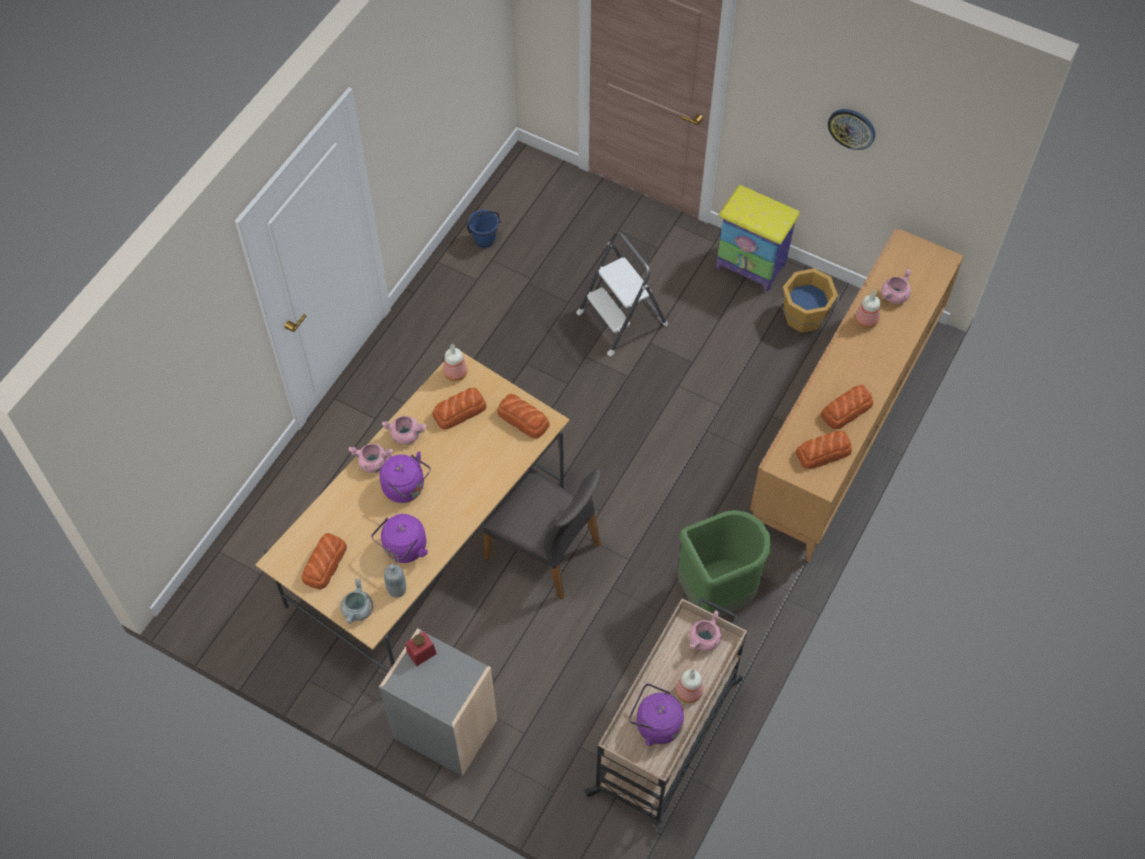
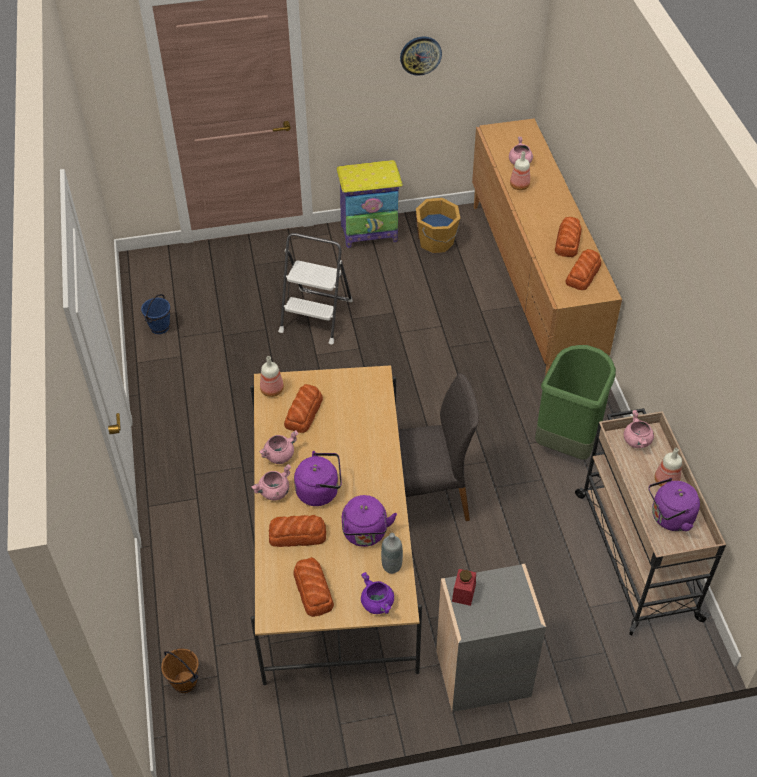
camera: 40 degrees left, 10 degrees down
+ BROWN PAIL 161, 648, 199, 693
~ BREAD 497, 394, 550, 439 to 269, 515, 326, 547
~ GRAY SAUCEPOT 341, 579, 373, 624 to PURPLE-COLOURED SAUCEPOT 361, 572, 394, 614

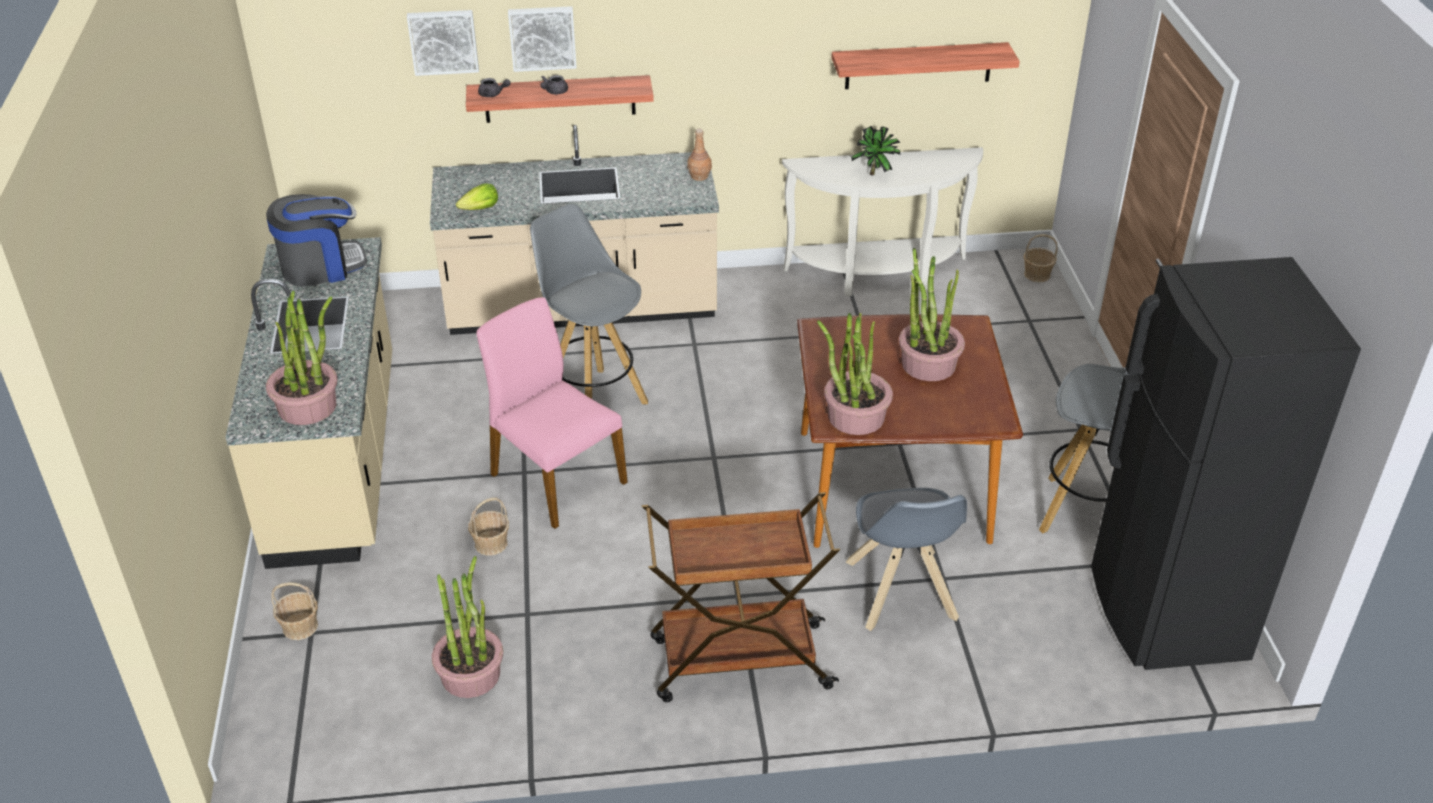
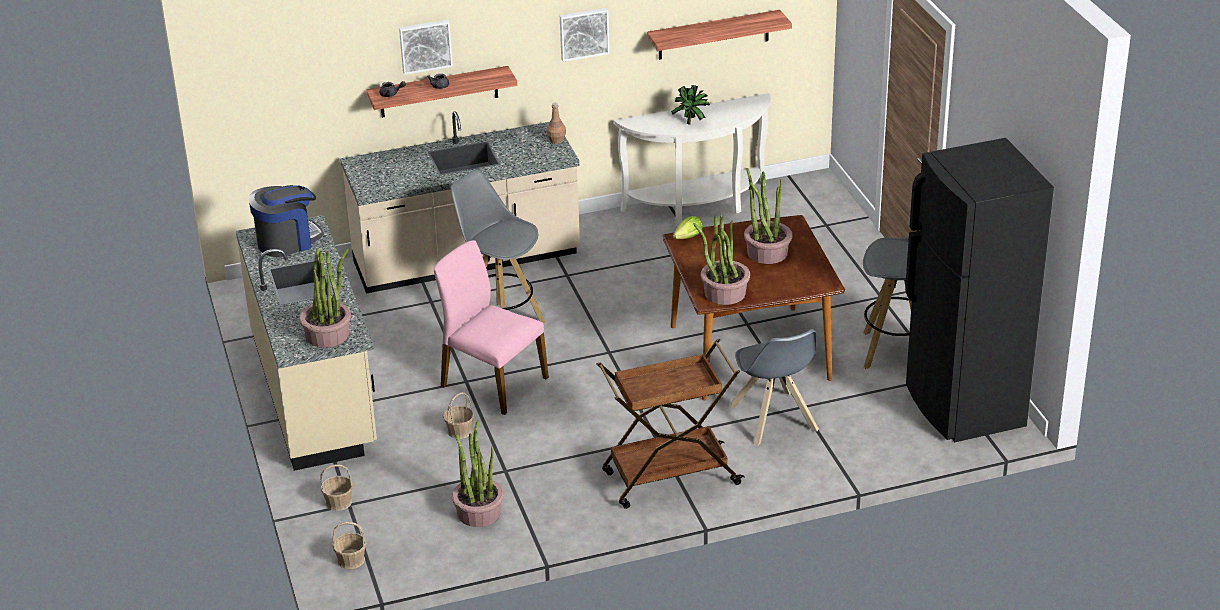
camera: 10 degrees left, 5 degrees down
~ PICTURE 407, 10, 479, 76 to 560, 8, 610, 62
~ HEAD OF LETTUCE 456, 183, 498, 210 to 673, 216, 703, 239
~ BASKET 1023, 234, 1057, 282 to 332, 522, 366, 569

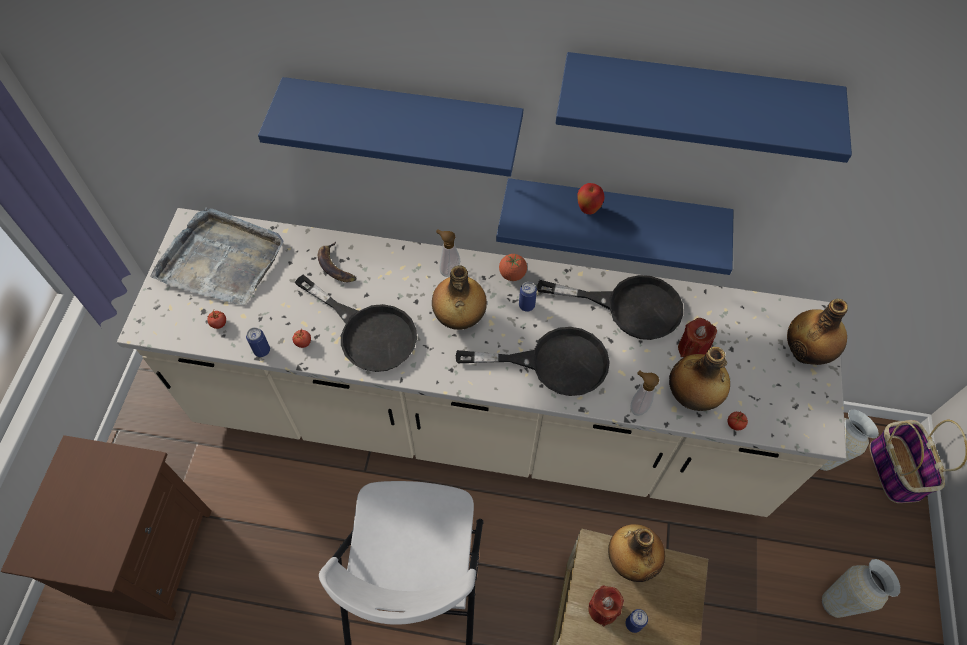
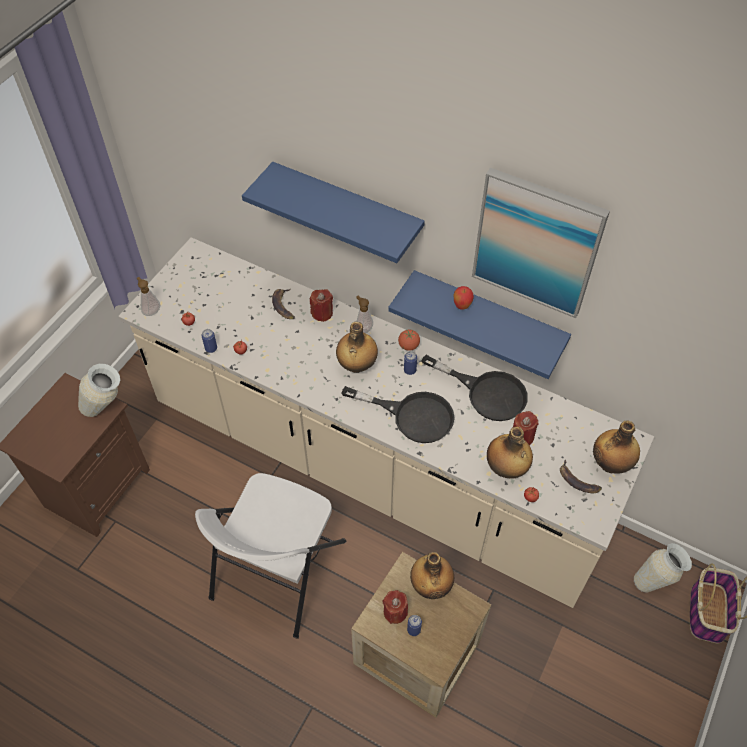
camera: 20 degrees right, 5 degrees down
- GRAY TRAY 150, 208, 284, 305
- BLACK-COLOURED SKILLET 295, 275, 417, 372
+ RED WAX LIGHT 310, 289, 333, 322
+ BANANA 560, 459, 602, 493
~ SOAP BOTTLE 630, 370, 659, 416 to 137, 277, 160, 316
~ DECORATIVE VASE 822, 559, 900, 618 to 78, 364, 120, 417
~ BLUE SHELF 556, 52, 852, 163 to PICTURE 472, 168, 610, 318

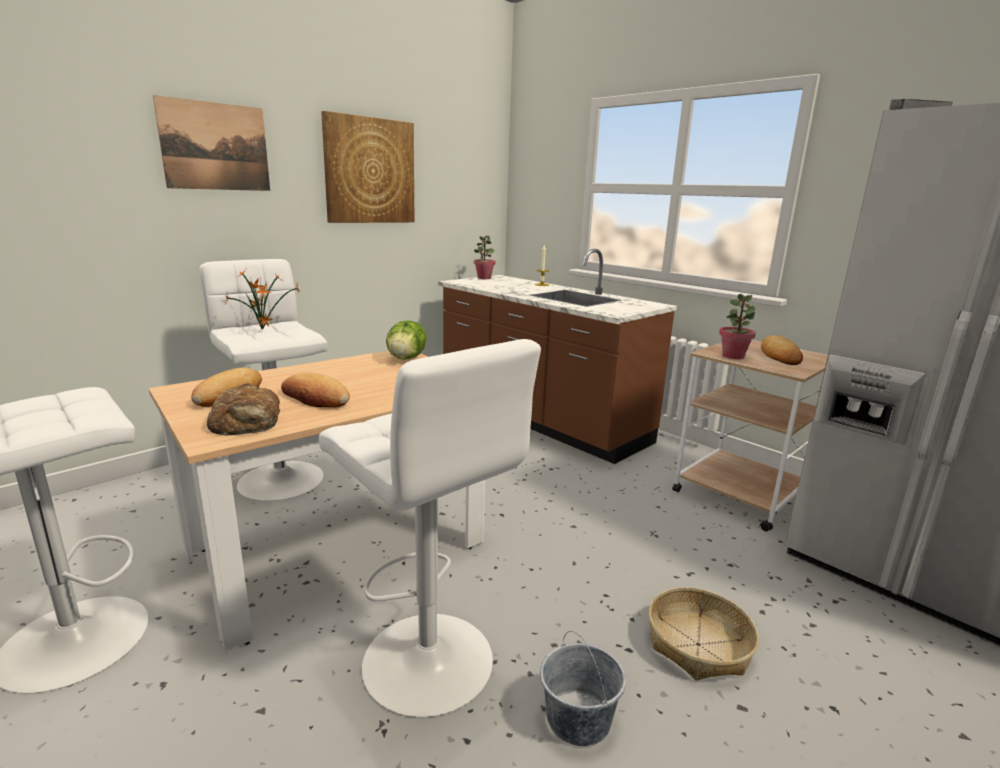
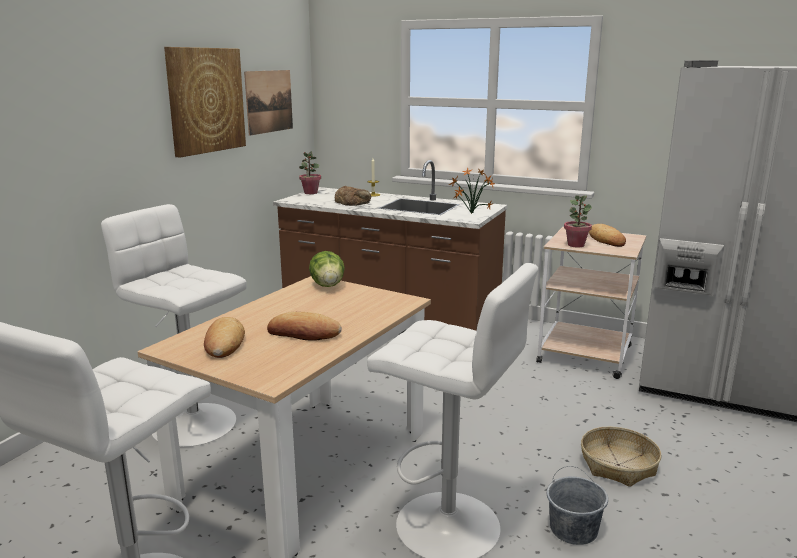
camera: 20 degrees left, 0 degrees up
~ PICTURE 153, 95, 270, 191 to 244, 70, 293, 136
~ BREAD 207, 383, 280, 436 to 335, 186, 371, 206
~ HOUSEPLANT 226, 269, 300, 330 to 449, 167, 494, 214

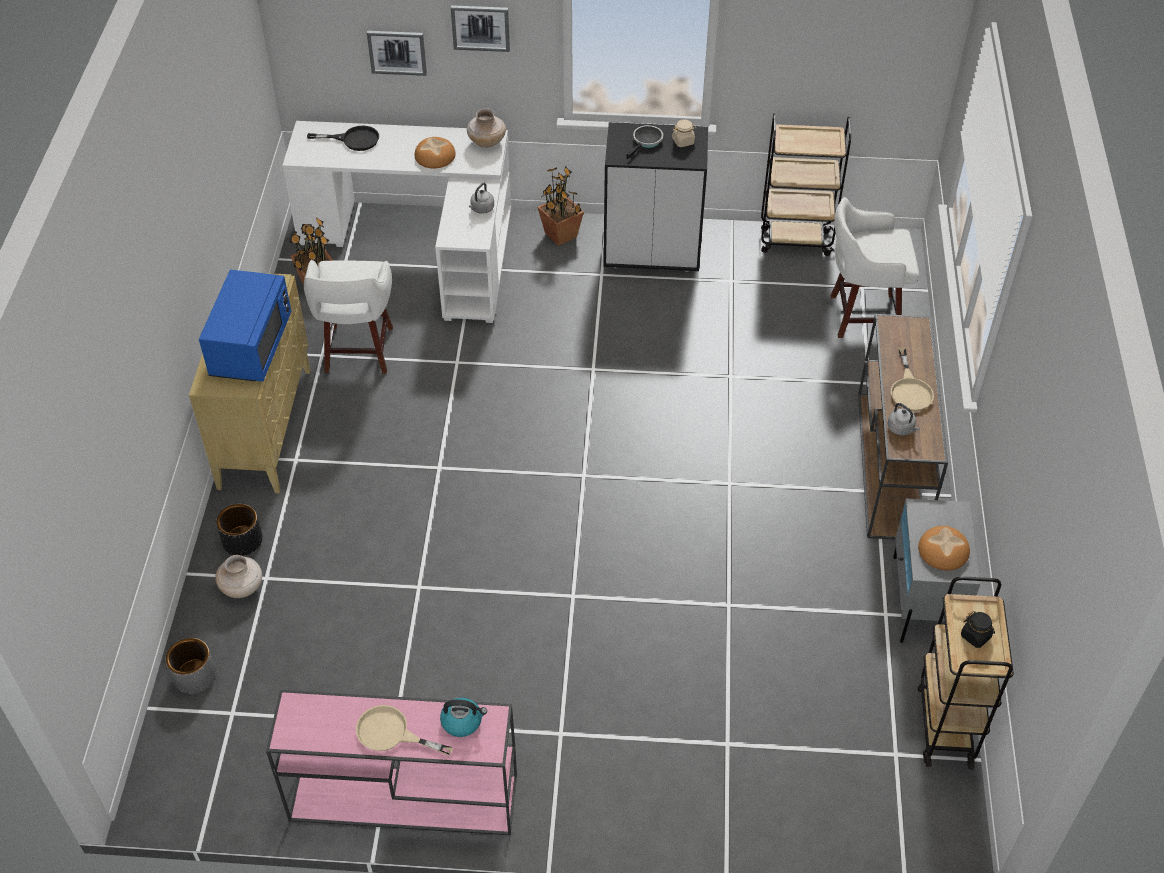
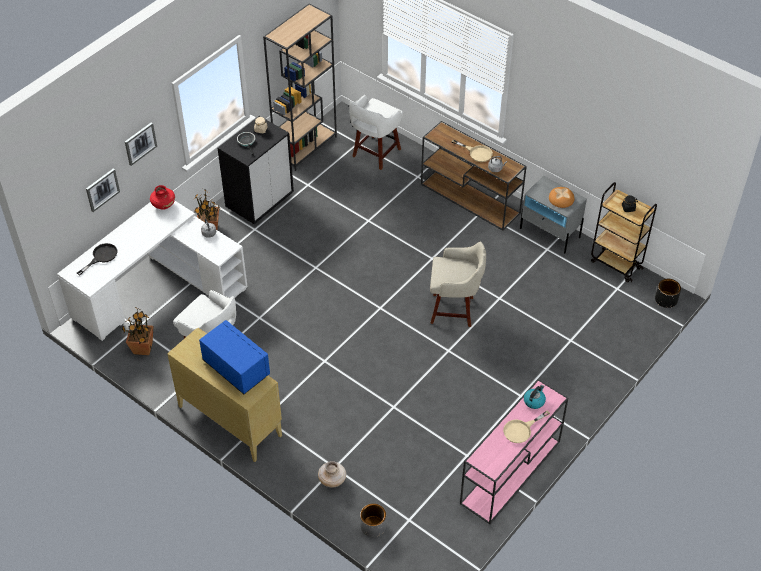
camera: 55 degrees left, 0 degrees up
- BREAD 415, 137, 456, 168
+ BEIGE STOOL 430, 242, 486, 327
~ BLACK-COLOURED FLOWER POT 216, 504, 263, 556 to 655, 279, 681, 308
~ BROWN CART 761, 114, 851, 256 to SHELVING UNIT 263, 4, 337, 171
~ BEIGE DECORATIVE VASE 467, 108, 506, 148 to RED DECORATIVE VASE 150, 185, 175, 210

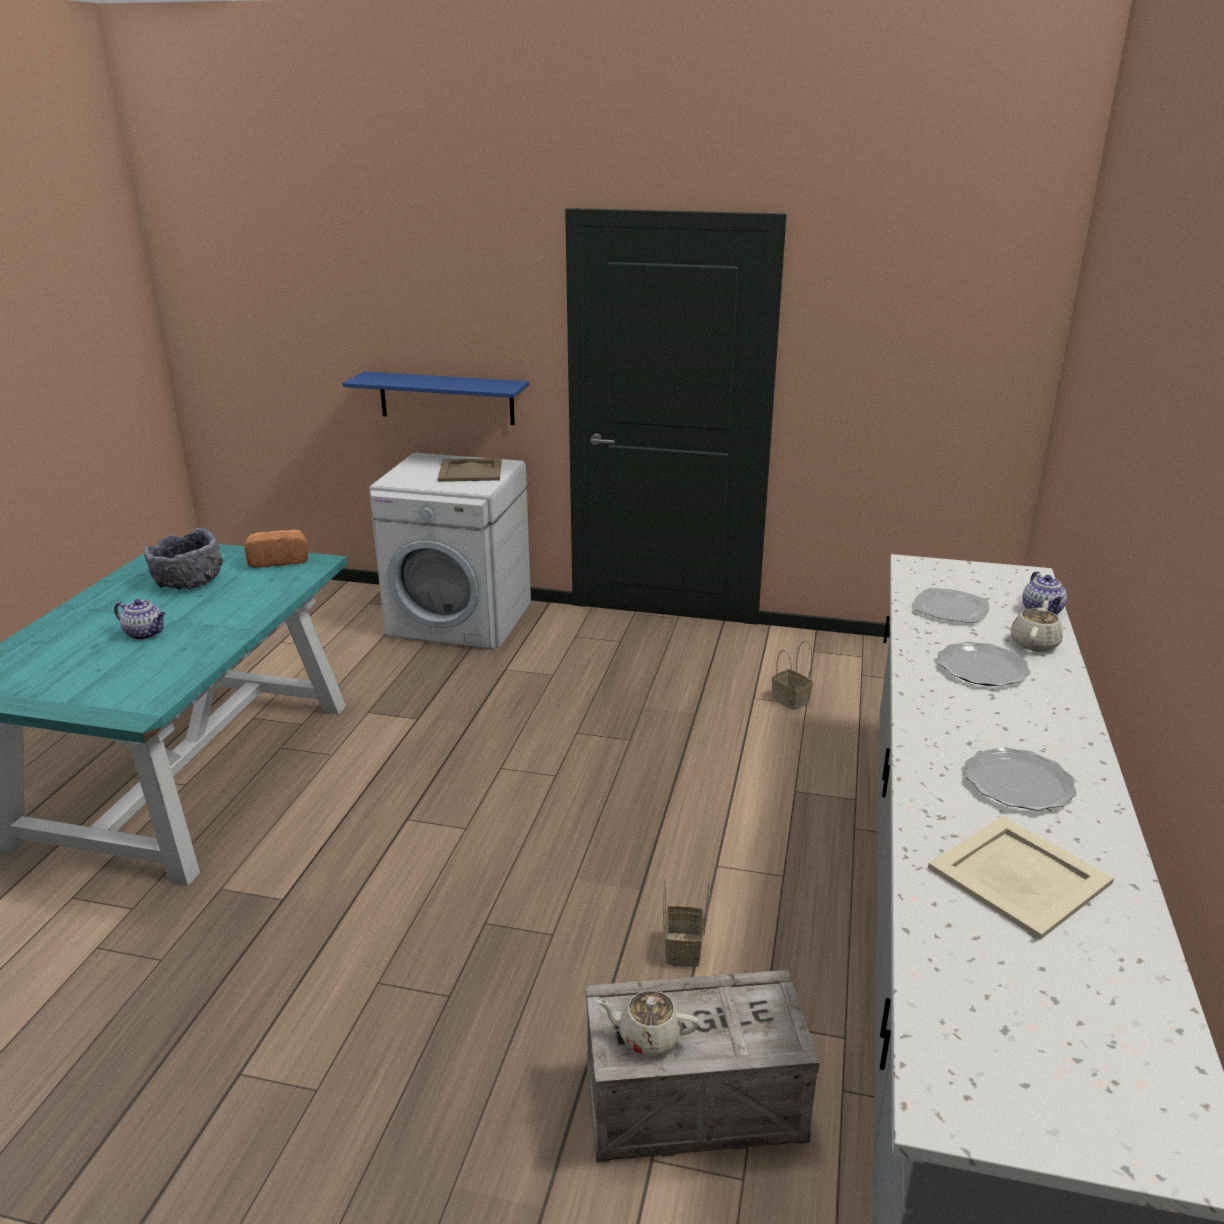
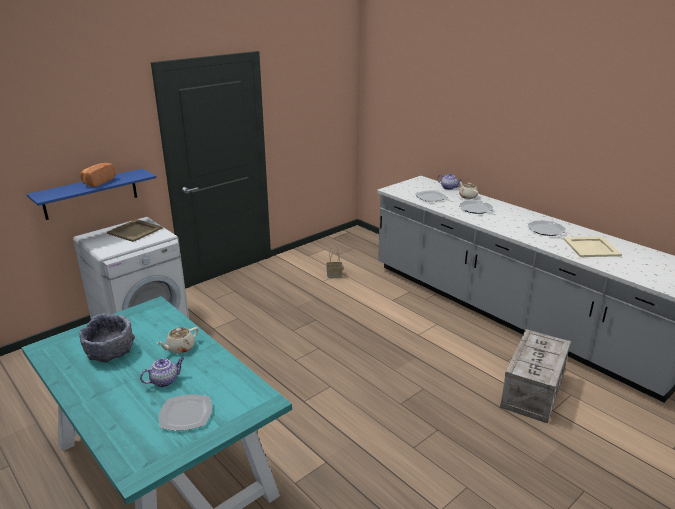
camera: 55 degrees left, 0 degrees up
- BASKET 663, 878, 710, 966
+ PLATE 159, 394, 212, 431
~ BREAD 244, 530, 308, 568 to 80, 163, 115, 187
~ BEIGE TEAPOT 597, 991, 699, 1055 to 156, 327, 199, 354

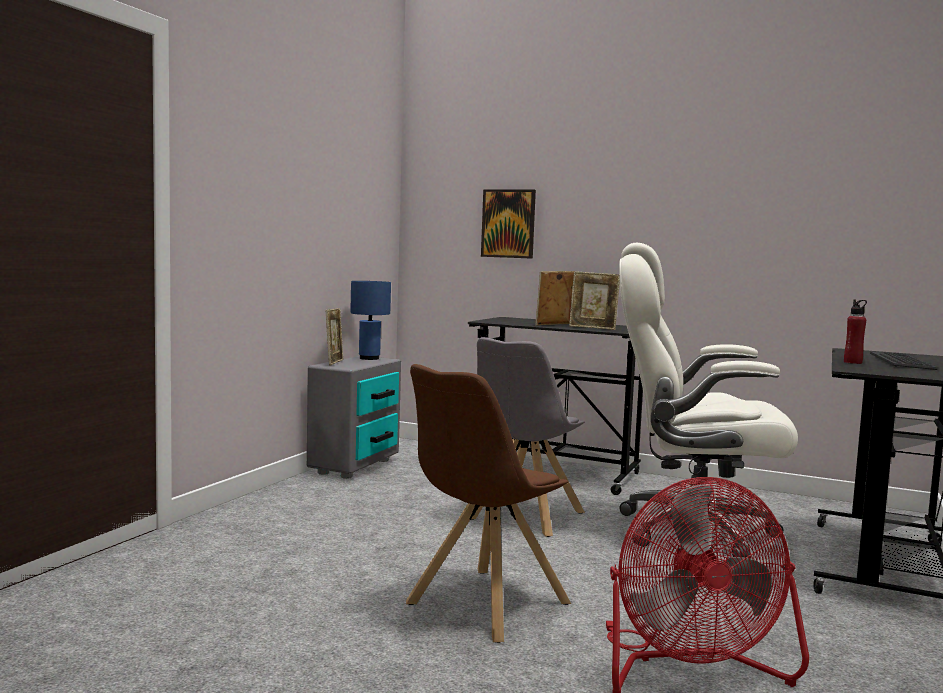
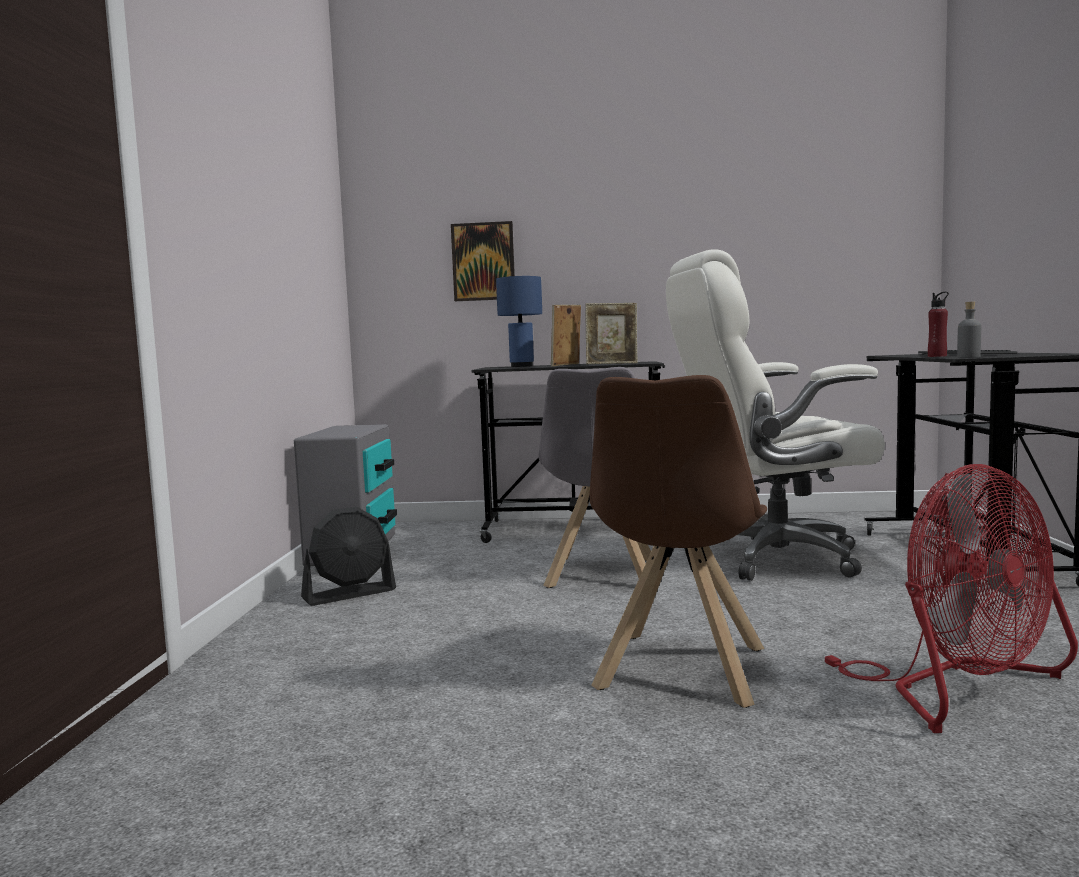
camera: 20 degrees left, 0 degrees up
- PHOTO FRAME 326, 308, 344, 365
+ BLACK-COLOURED FAN 301, 507, 396, 606
+ GRAY BEVERAGE BOTTLE 957, 301, 981, 358
~ BLUE TABLETOP LAMP 351, 281, 391, 360 to 496, 276, 542, 367

